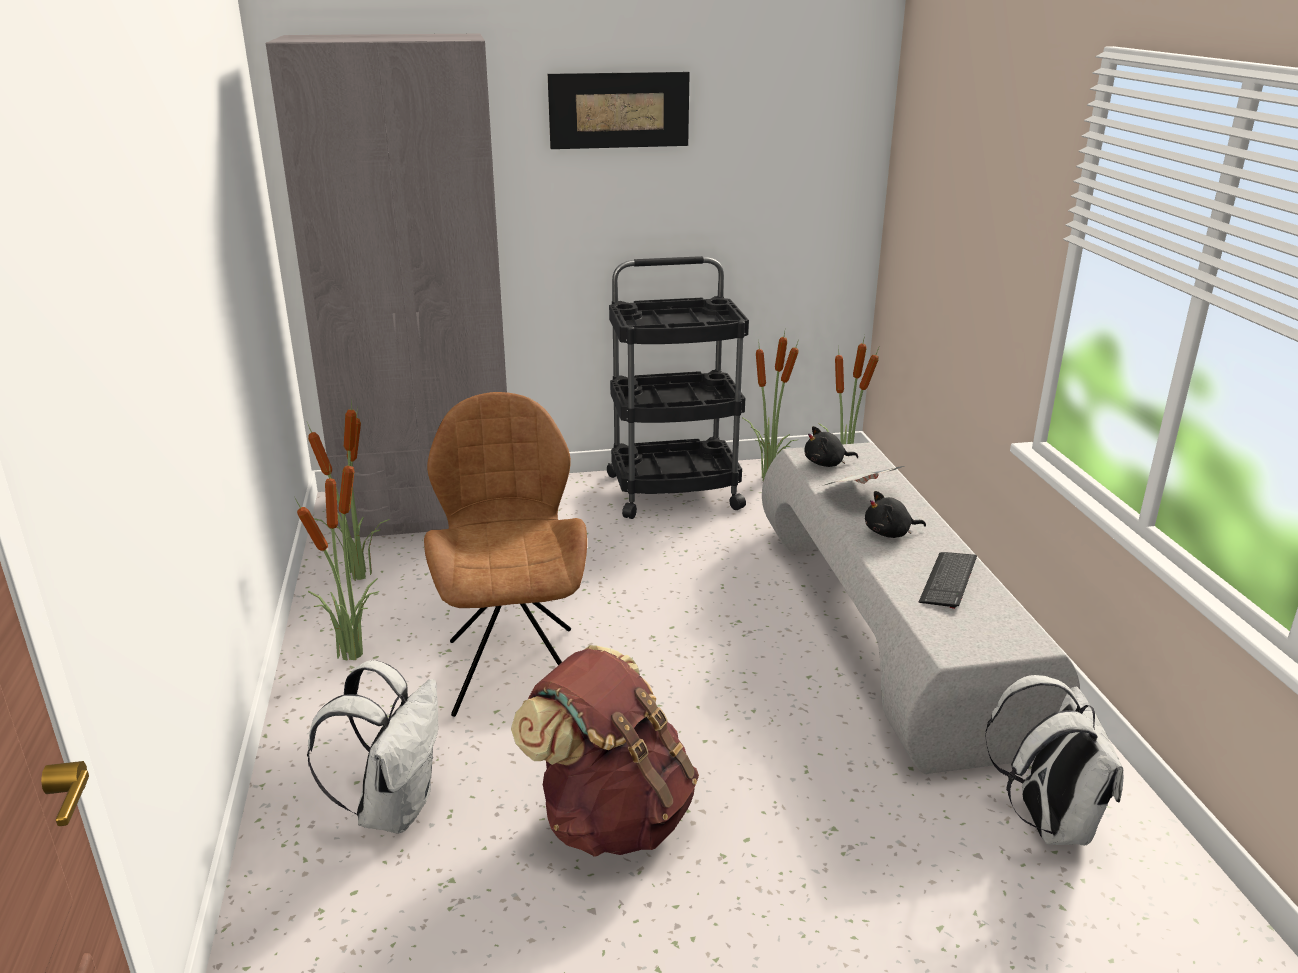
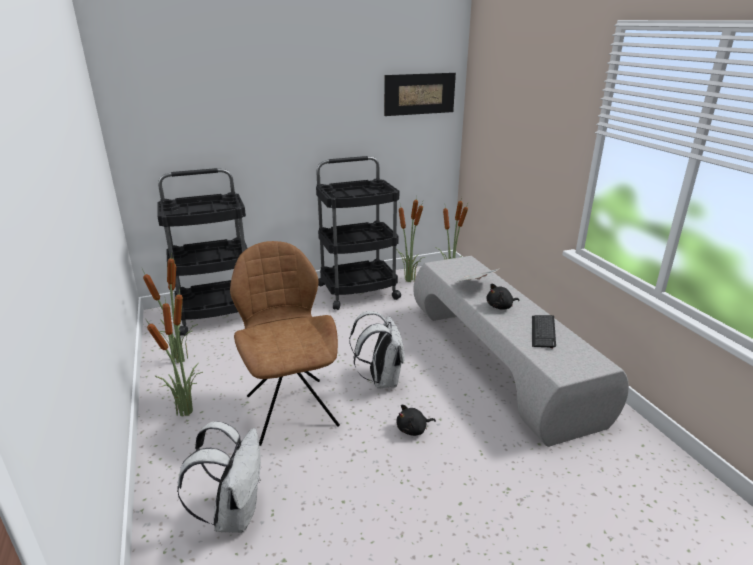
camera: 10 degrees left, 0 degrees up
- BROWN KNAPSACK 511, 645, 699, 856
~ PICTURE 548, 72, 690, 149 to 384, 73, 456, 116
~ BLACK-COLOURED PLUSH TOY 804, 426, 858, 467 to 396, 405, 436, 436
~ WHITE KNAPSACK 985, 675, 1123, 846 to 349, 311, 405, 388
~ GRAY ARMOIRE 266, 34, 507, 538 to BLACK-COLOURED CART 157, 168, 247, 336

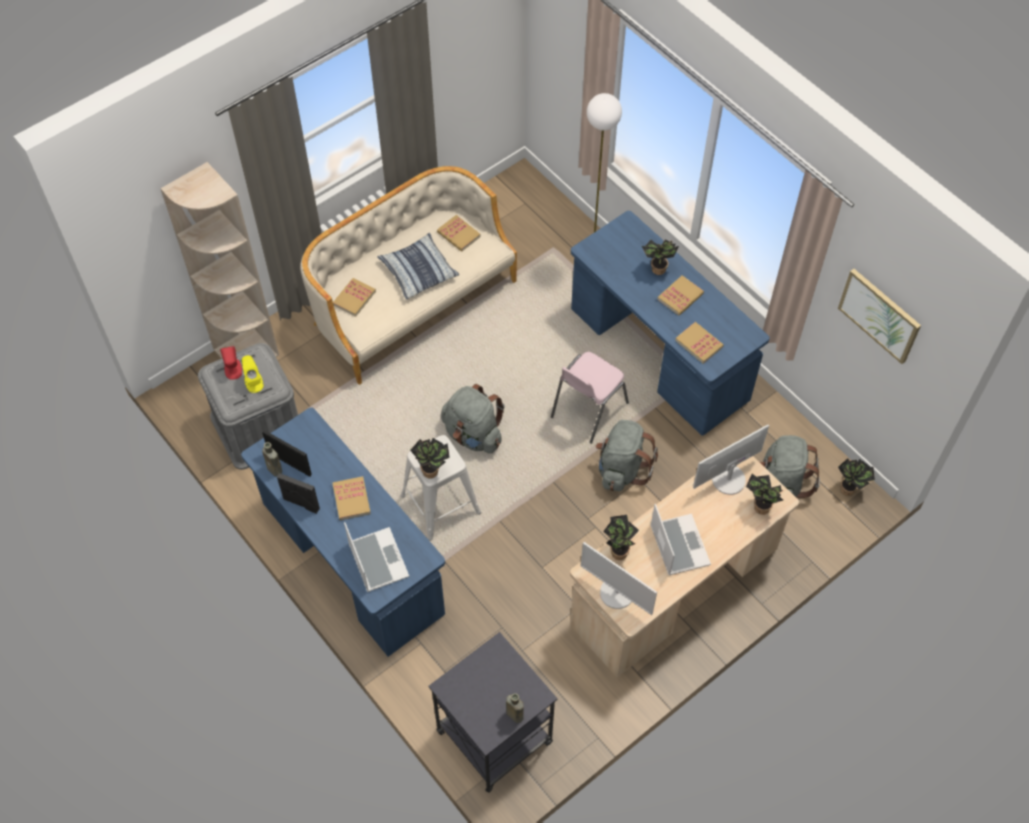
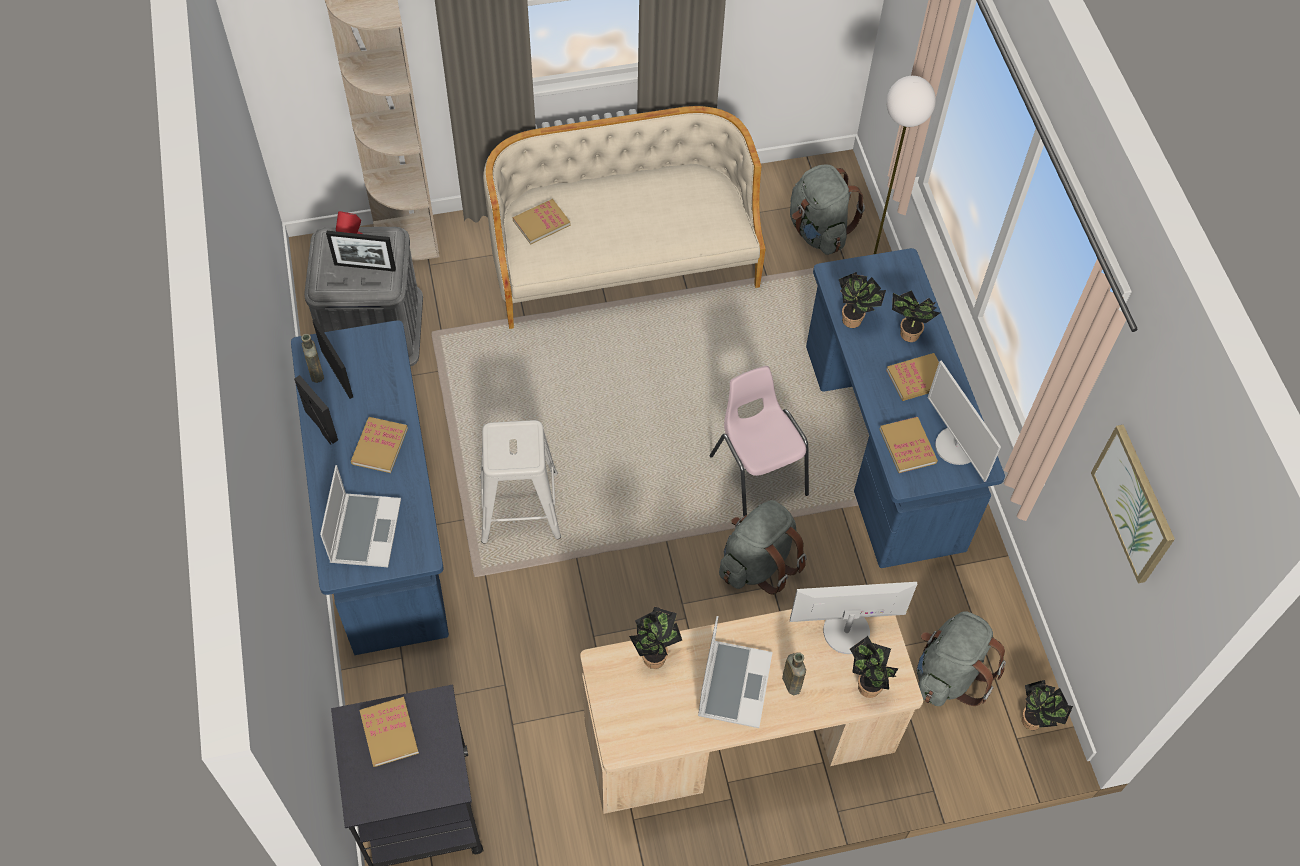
camera: 25 degrees right, 0 degrees up
- THROW PILLOW 377, 233, 459, 300
~ HOUSEPLANT 410, 438, 450, 479 to 839, 272, 886, 328
~ VOLUME 437, 215, 481, 252 to 359, 697, 419, 767
~ GRAY KNAPSACK 441, 384, 505, 454 to 790, 164, 865, 255
~ BROWN BEVERAGE BOTTLE 506, 693, 524, 723 to 782, 652, 806, 695
~ COMPUTER DISPLAY 581, 542, 657, 615 to 928, 360, 1001, 482
~ YELLOW-COLOURED LOUDSPEAKER 242, 355, 263, 393 to PHOTO FRAME 326, 231, 396, 272
~ PINKISH CHAIR 551, 352, 629, 444 = 709, 366, 809, 516 90 degrees clockwise

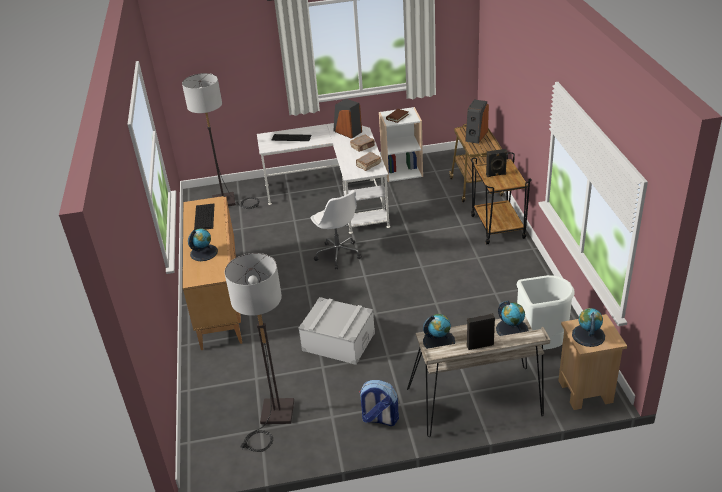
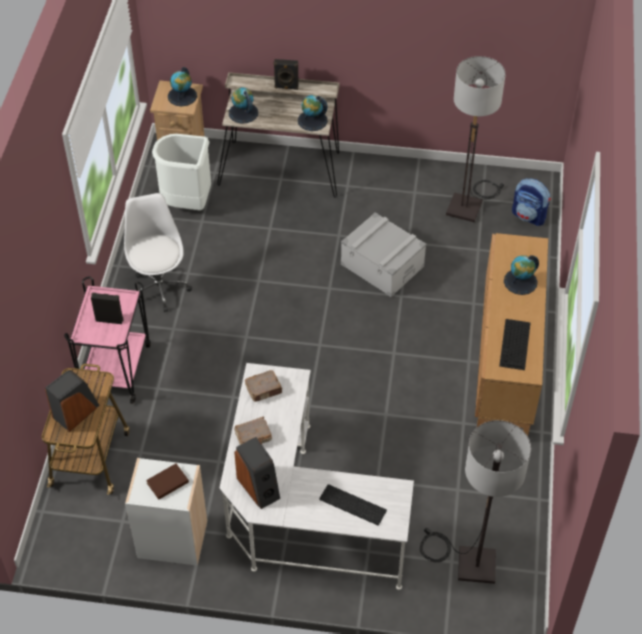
camera: 165 degrees left, 15 degrees up
~ WHITE COMPUTER CHAIR 310, 190, 362, 269 to 124, 193, 192, 312
~ KNAPSACK 359, 380, 399, 426 to 512, 178, 551, 226
~ BROWN CART 471, 152, 531, 244 to PINKISH CART 64, 277, 151, 404

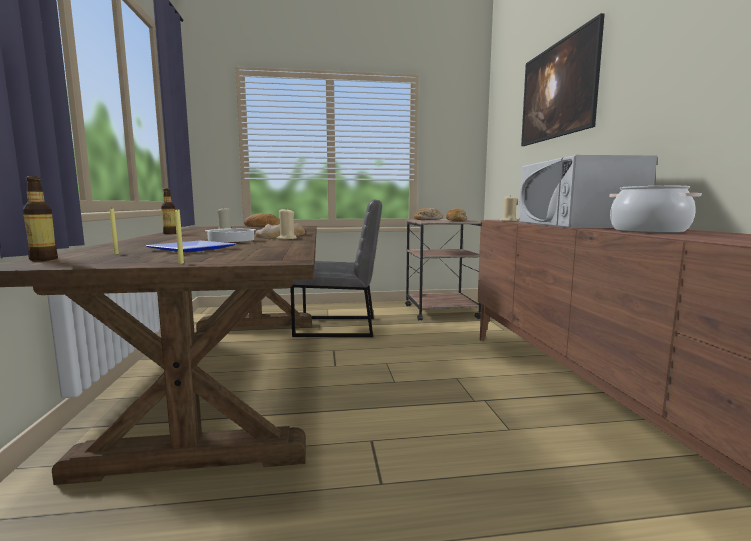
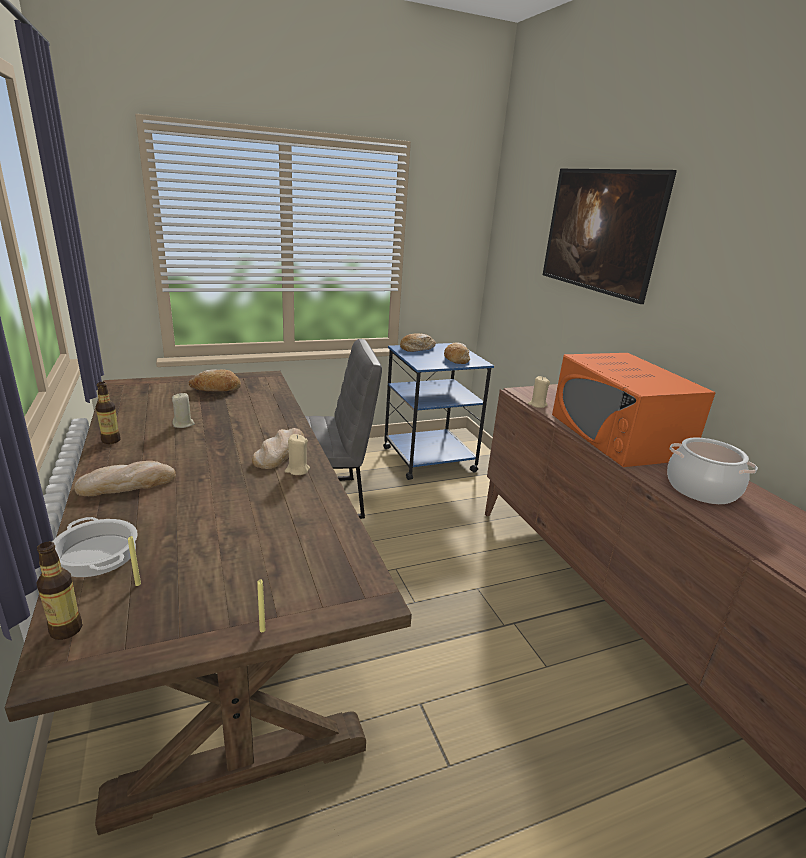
camera: 15 degrees left, 15 degrees up
- PLATE 146, 241, 235, 252
+ BREAD 74, 461, 176, 496
~ SAUCEPOT 205, 229, 256, 242 to 52, 517, 138, 577
~ BROWN CART 405, 220, 481, 321 to BLUE CART 383, 343, 494, 480
~ WHITE MICROWAVE 519, 155, 657, 228 to ORANGE MICROWAVE 552, 353, 716, 467

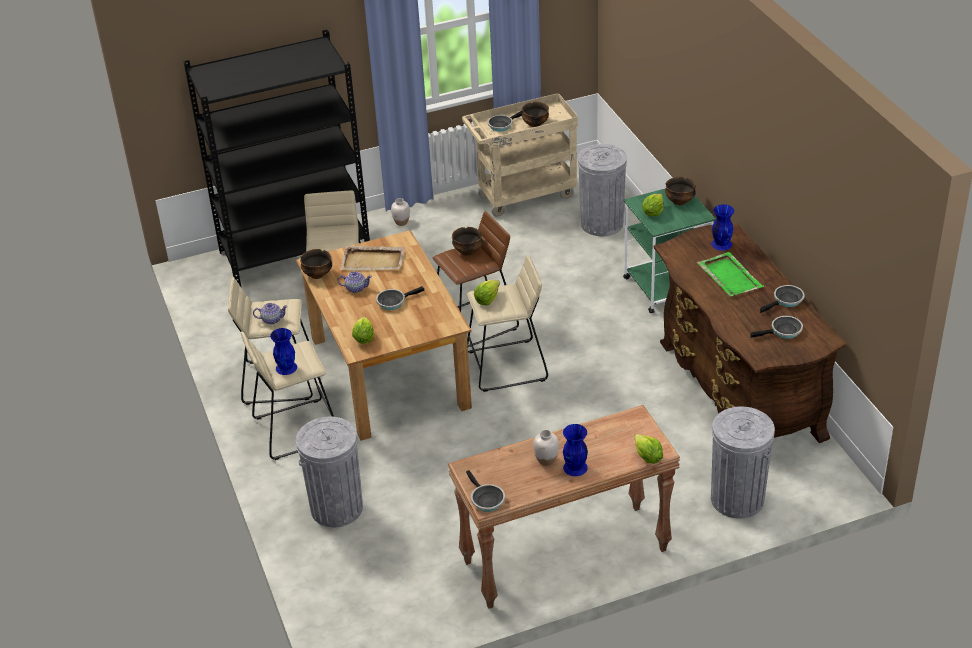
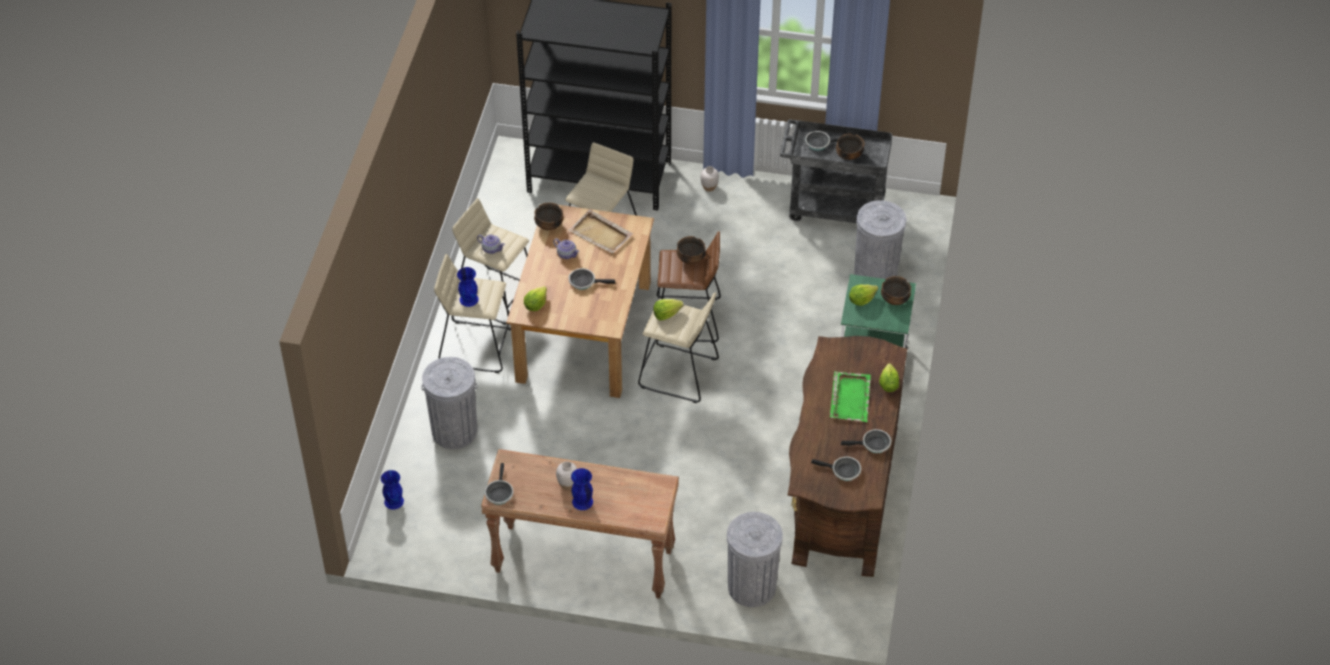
camera: 30 degrees right, 10 degrees up
~ HEAD OF LETTUCE 634, 434, 663, 464 to 879, 363, 899, 392
~ BLUE DECORATIVE VASE 711, 204, 734, 250 to 381, 470, 404, 509
~ BEIGE CART 462, 94, 578, 216 to BLACK-COLOURED CART 780, 119, 892, 223

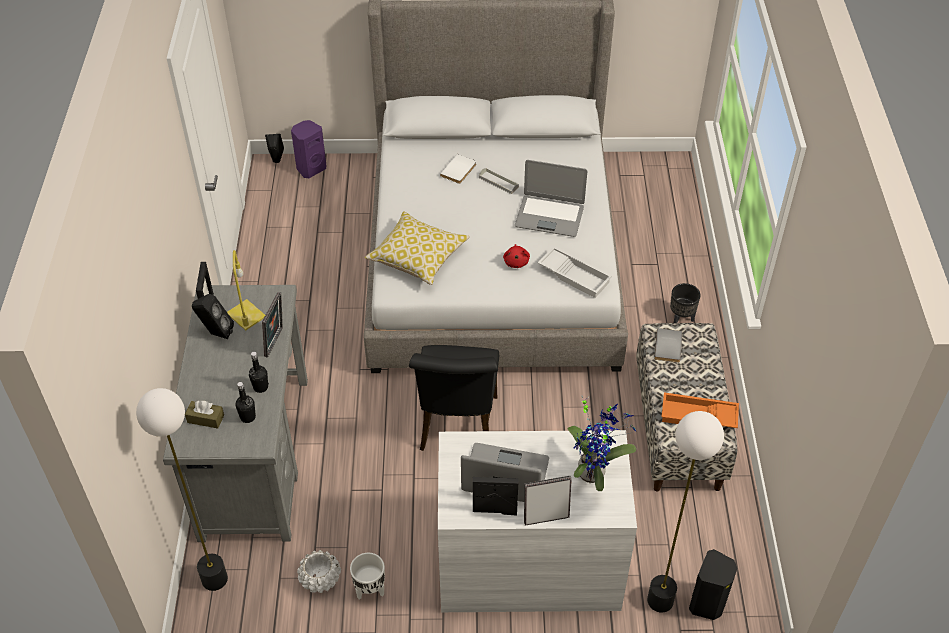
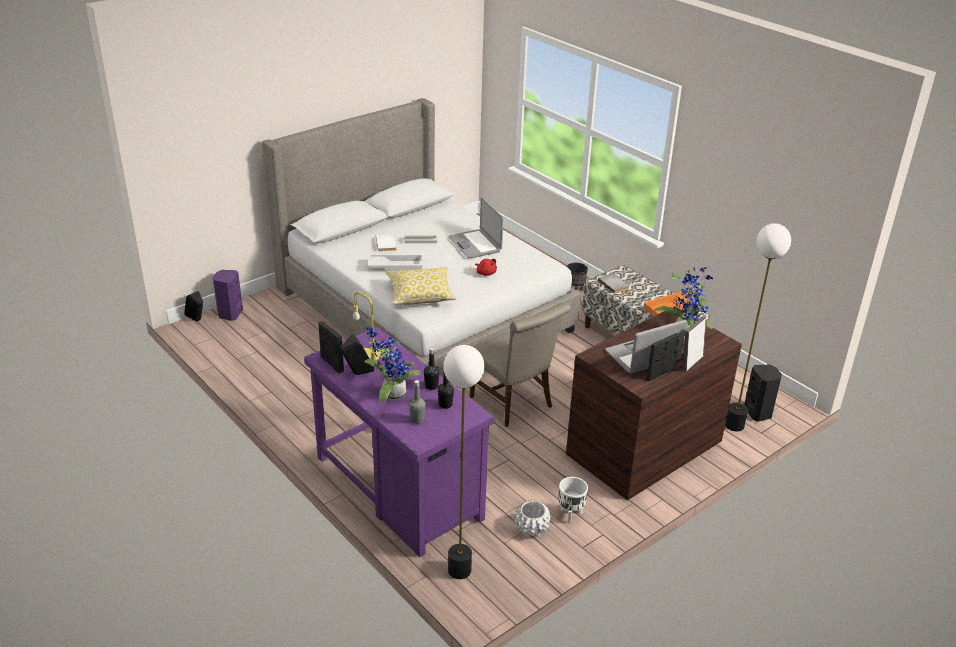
camera: 40 degrees left, 15 degrees down
- PHOTO FRAME 262, 292, 283, 358
+ HOUSEPLANT 364, 327, 420, 402
~ WHITE TRAY 538, 246, 612, 298 to 368, 254, 423, 271
~ BROWN TISSUE HOLDER 185, 401, 224, 429 to GRAY BEVERAGE BOTTLE 409, 380, 425, 424
~ GRAY DESK UNIT 163, 285, 308, 542 to PURPLE-COLOURED DESK UNIT 304, 327, 494, 557
~ BLACK-COLOURED CHAIR 409, 345, 499, 451 to BEIGE CHAIR 470, 302, 571, 427
~ WHITE DRAWER CHEST 438, 430, 637, 612 to BROWN DRAWER CHEST 566, 306, 742, 500
~ LAPTOP 515, 160, 587, 237 = 448, 197, 503, 258 90 degrees clockwise

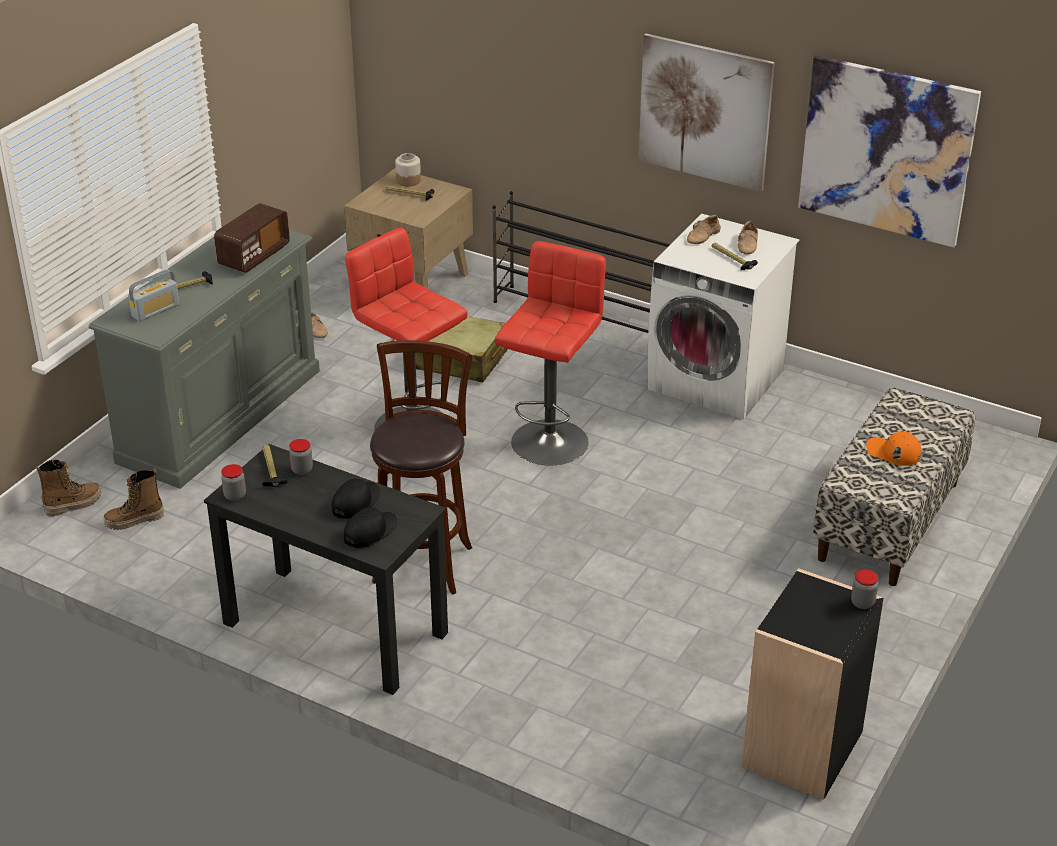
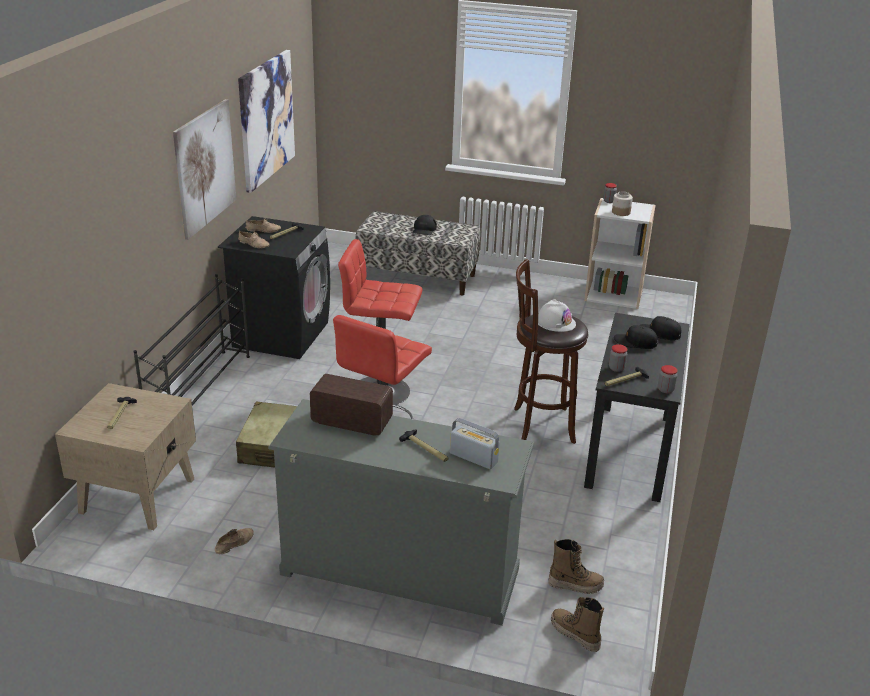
camera: 105 degrees left, 5 degrees down
+ WHITE SAFETY HELMET 538, 299, 576, 332
~ STORAGE JAR 395, 153, 421, 186 to 612, 191, 633, 216
~ WHITE LAUNDRY MACHINE 647, 214, 800, 419 to BLACK-COLOURED LAUNDRY MACHINE 217, 216, 330, 359
~ BLACK-COLOURED SHELVING UNIT 741, 568, 883, 800 to WHITE SHELVING UNIT 584, 198, 656, 309
~ ORANGE CAP 866, 432, 922, 466 to BLACK-COLOURED CAP 413, 215, 437, 235
~ TALL BOOT 104, 468, 164, 530 = 548, 539, 604, 594 45 degrees counterclockwise

